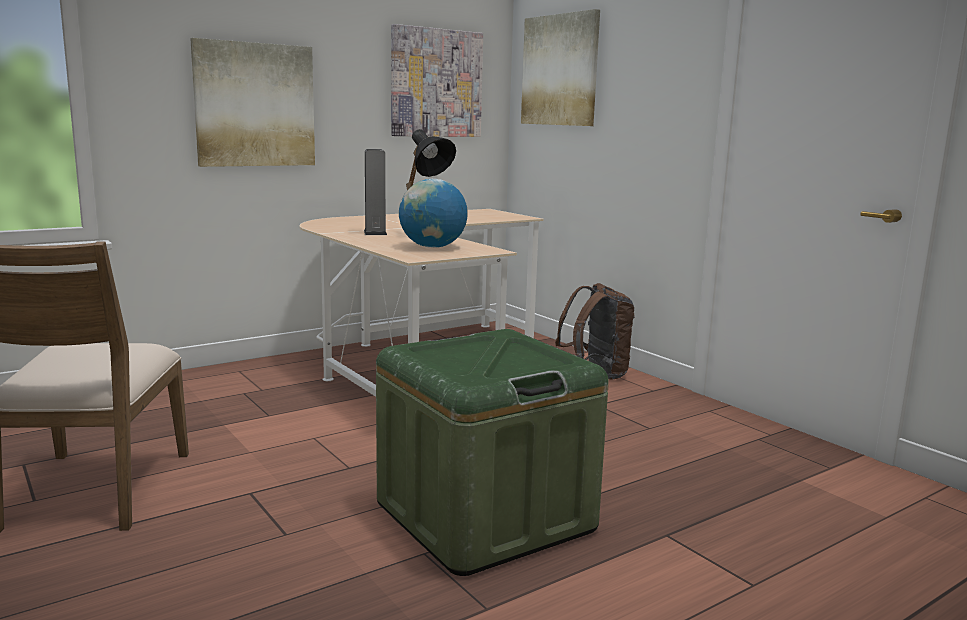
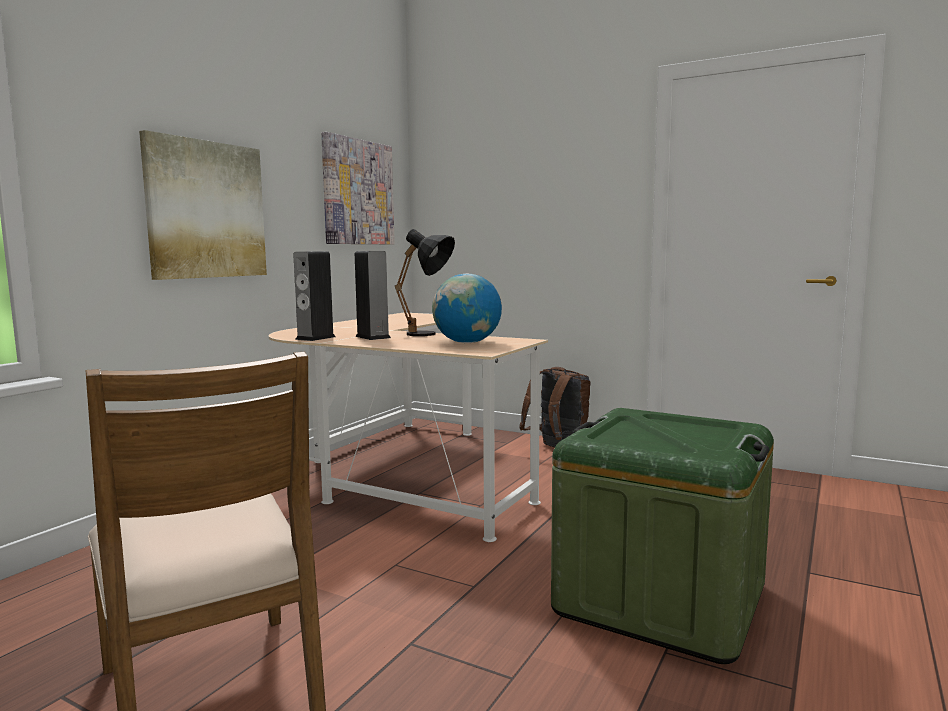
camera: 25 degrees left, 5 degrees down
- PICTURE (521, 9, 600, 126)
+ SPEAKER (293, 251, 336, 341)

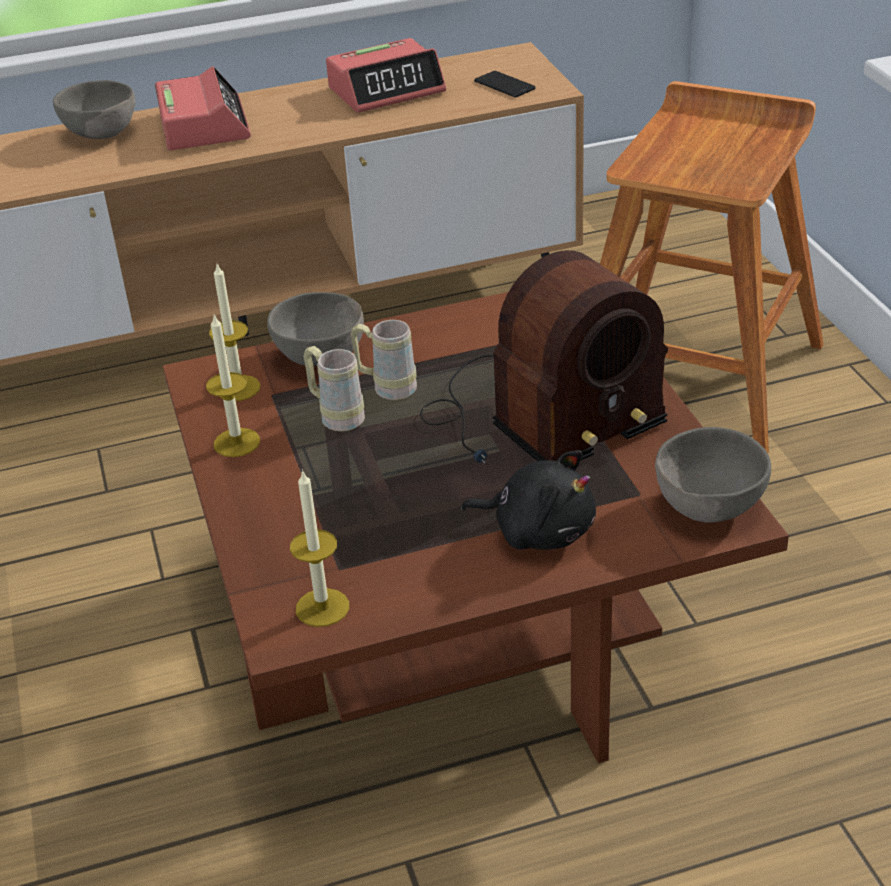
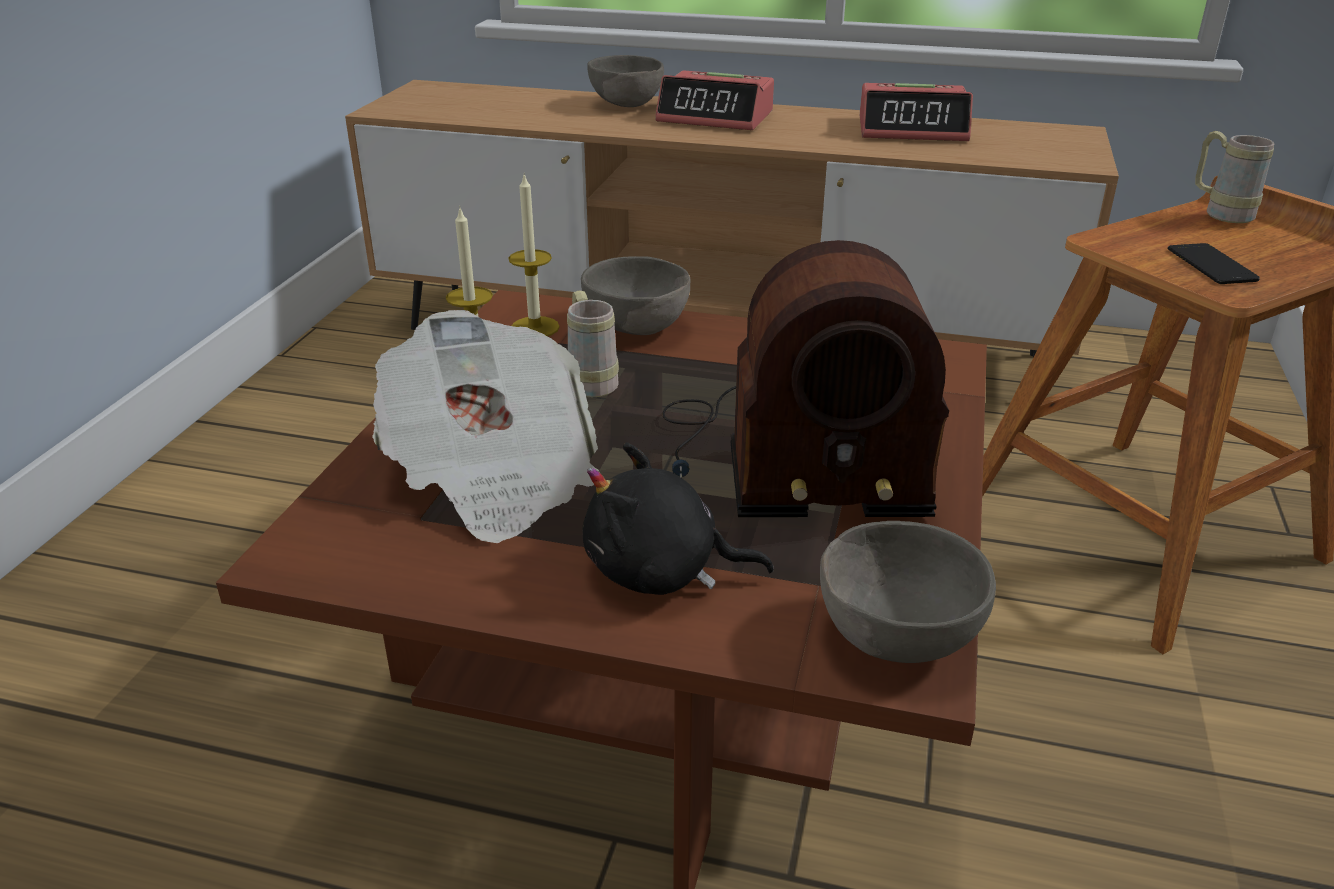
camera: 30 degrees right, 5 degrees down
- CANDLE (290, 469, 349, 627)
+ NEWSPAPER (372, 310, 600, 543)
~ BEIGE MUG (351, 320, 417, 400) to (1195, 131, 1274, 223)
~ PHONE (474, 71, 535, 97) to (1168, 243, 1260, 284)
~ ALARM CLOCK (155, 66, 251, 150) = (655, 70, 774, 130) 90 degrees clockwise
~ BLACK PLUSH TOY (461, 450, 596, 550) = (582, 442, 774, 595) 135 degrees clockwise

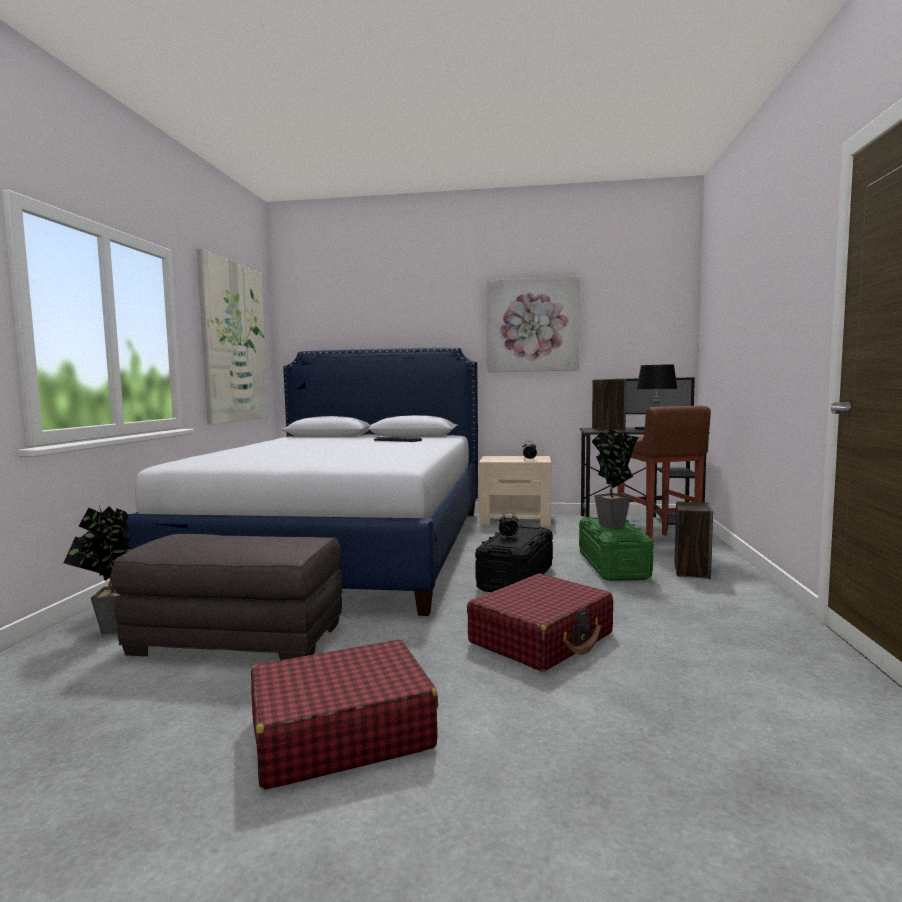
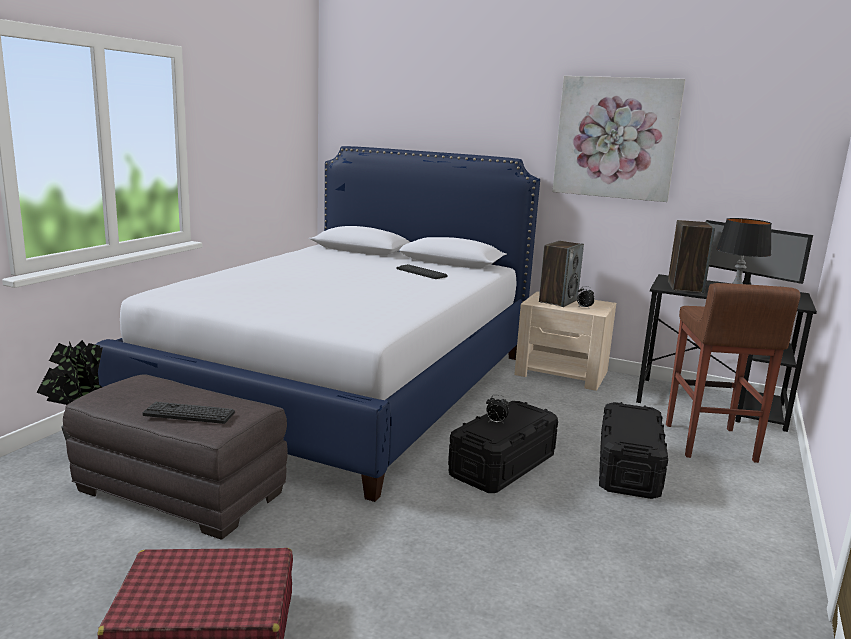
camera: 15 degrees right, 10 degrees up
- PICTURE (197, 248, 269, 425)
- RED SUITCASE (467, 573, 613, 672)
- POTTED PLANT (591, 429, 638, 529)
+ KEYBOARD (142, 402, 235, 424)
~ SPEAKER (675, 502, 713, 579) to (539, 241, 584, 307)
~ GREEN STORAGE BOX (579, 517, 654, 581) to BLACK STORAGE BOX (599, 402, 668, 499)

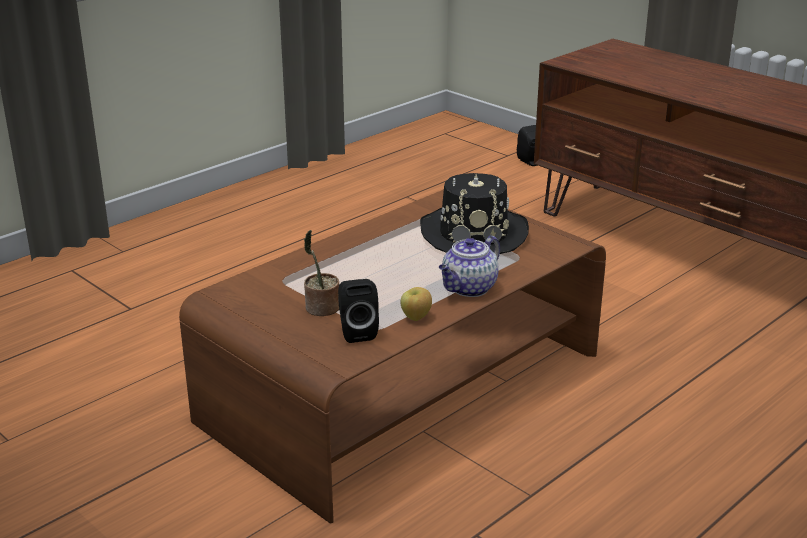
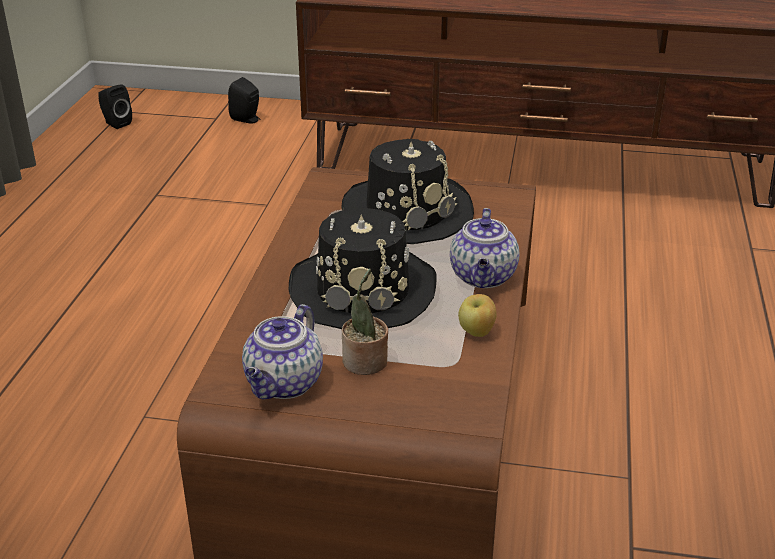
camera: 35 degrees left, 5 degrees up
+ TEAPOT (242, 304, 323, 399)
+ BLACK HAT (289, 208, 437, 329)
~ BLACK SPEAKER (338, 279, 379, 343) to (98, 84, 132, 129)

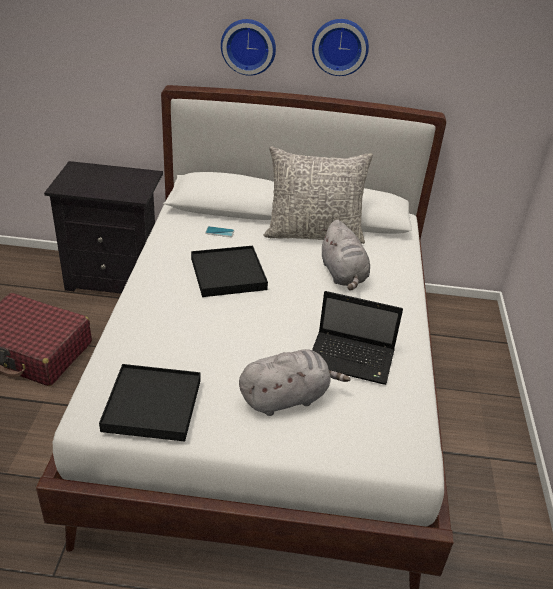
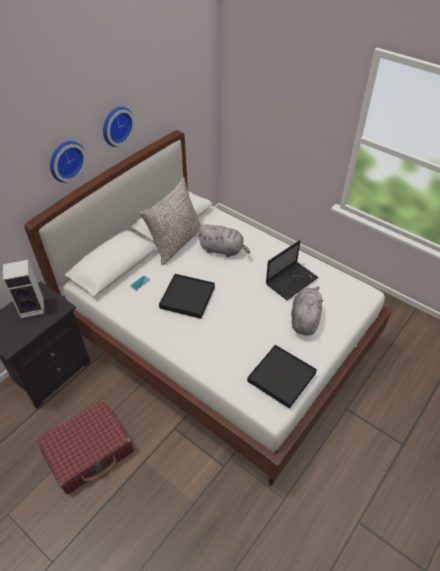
camera: 55 degrees left, 10 degrees up
+ SPEAKER (3, 260, 44, 318)

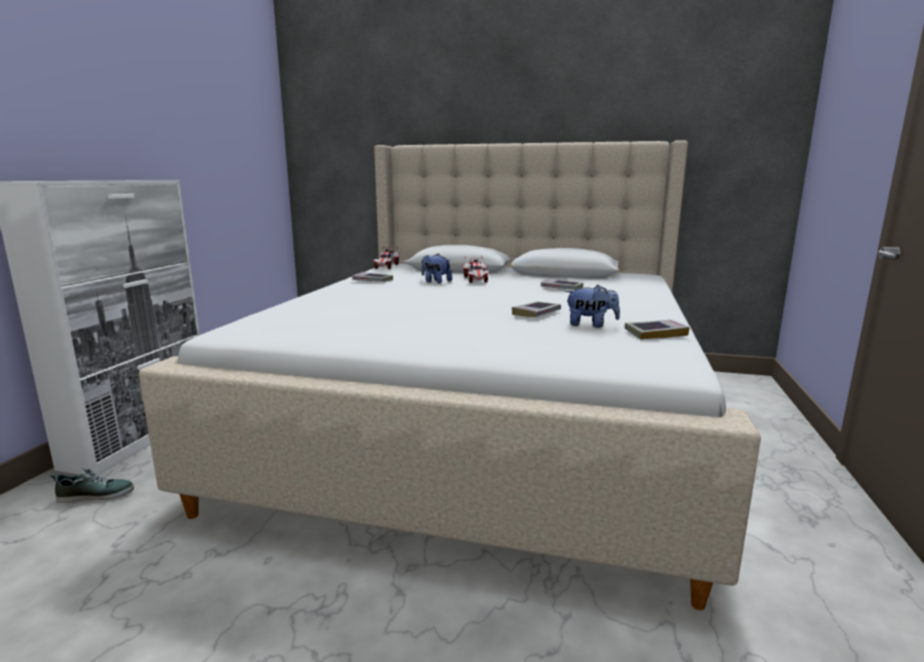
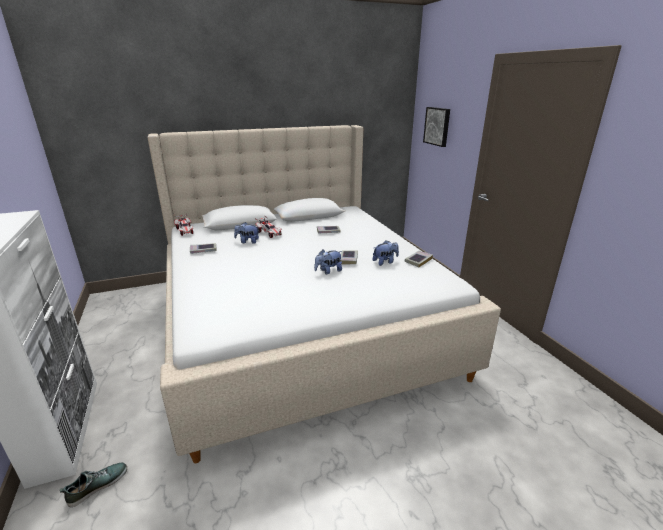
camera: 35 degrees left, 10 degrees up
+ PLUSH TOY (314, 249, 342, 274)
+ PICTURE (423, 107, 450, 147)

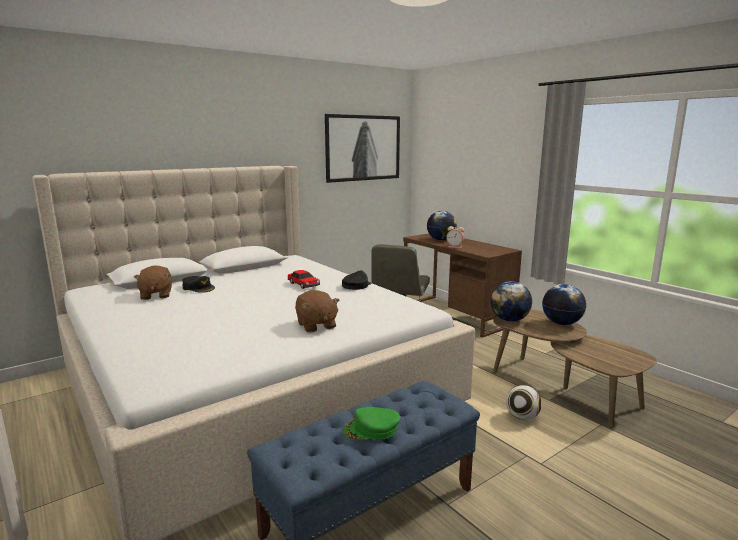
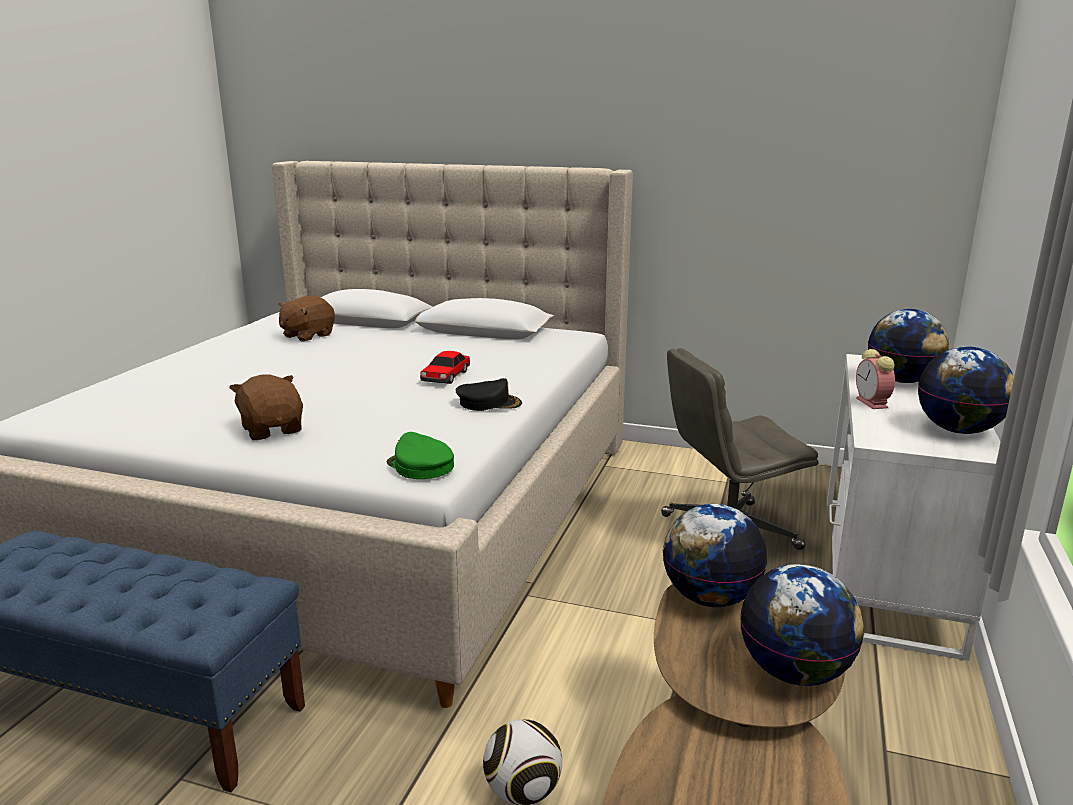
camera: 55 degrees right, 5 degrees up
- BLACK CAP (182, 276, 215, 293)
- PICTURE (325, 114, 400, 183)
+ GLOBE (918, 347, 1014, 434)
~ GREEN CAP (343, 407, 400, 440) to (387, 432, 454, 479)
~ BROWN DESK (403, 233, 522, 338) to WHITE DESK (827, 354, 1001, 661)
~ BROWN PLUSH TOY (295, 290, 340, 333) = (229, 374, 303, 440) 120 degrees clockwise

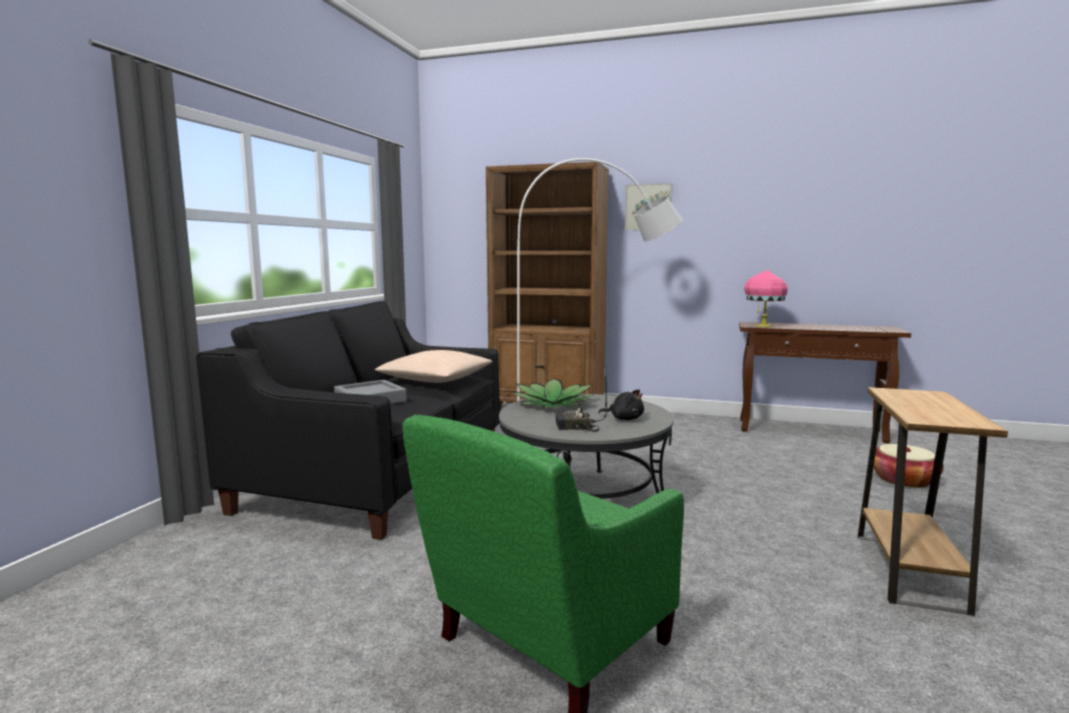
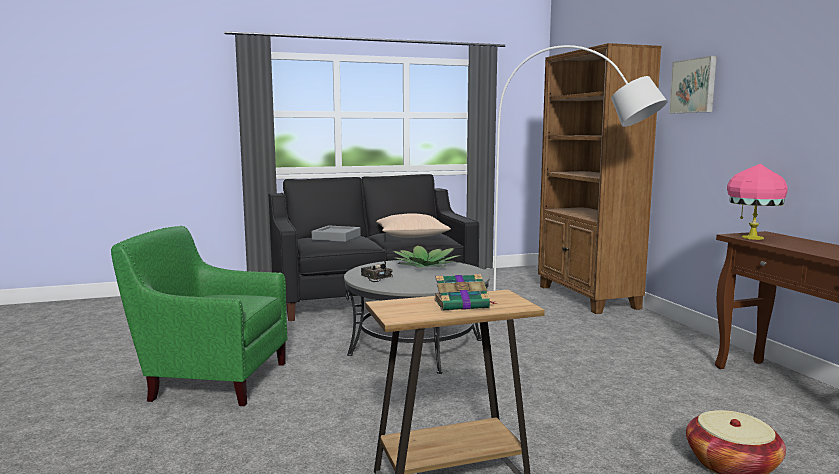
camera: 55 degrees right, 0 degrees up
- BLACK PLUSH TOY (598, 389, 644, 420)
+ BOOK (434, 274, 497, 311)

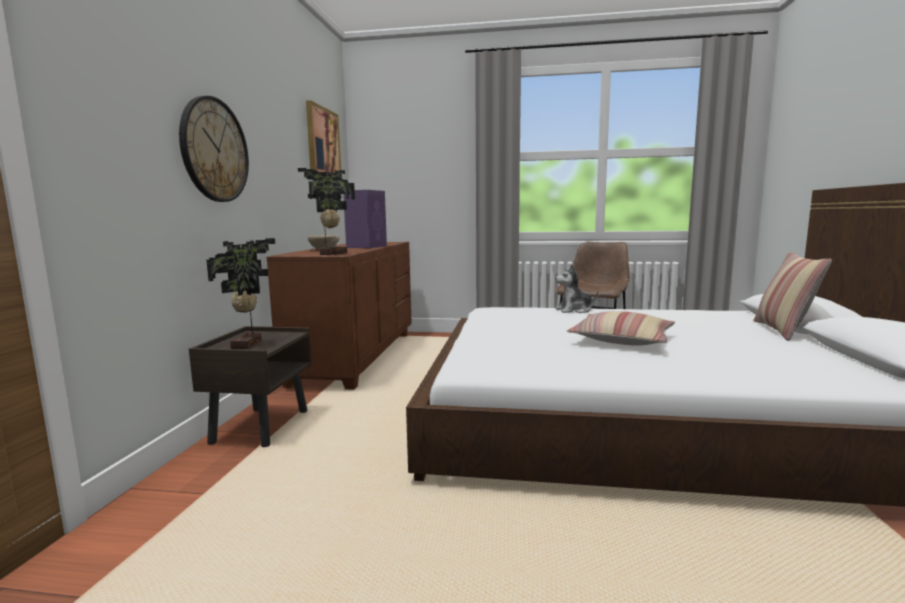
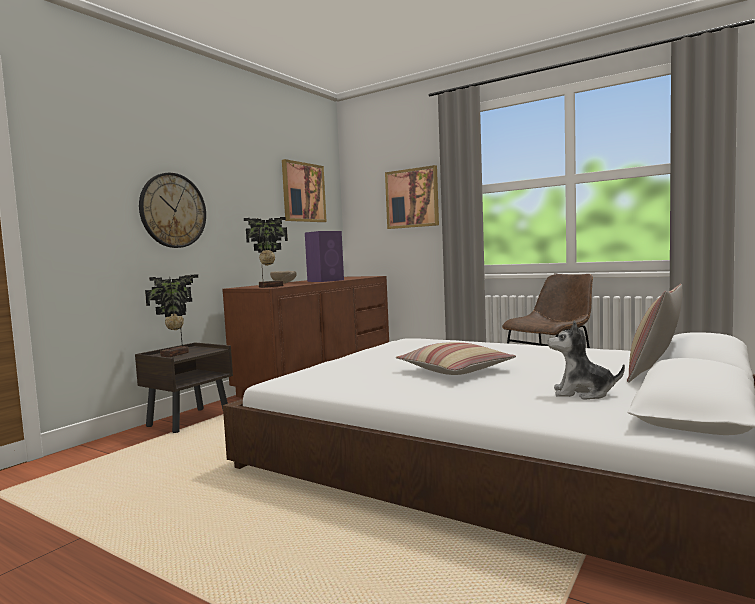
camera: 25 degrees right, 5 degrees down
+ PICTURE (385, 165, 439, 229)
~ PLUSH TOY (555, 264, 598, 313) to (548, 320, 625, 399)

